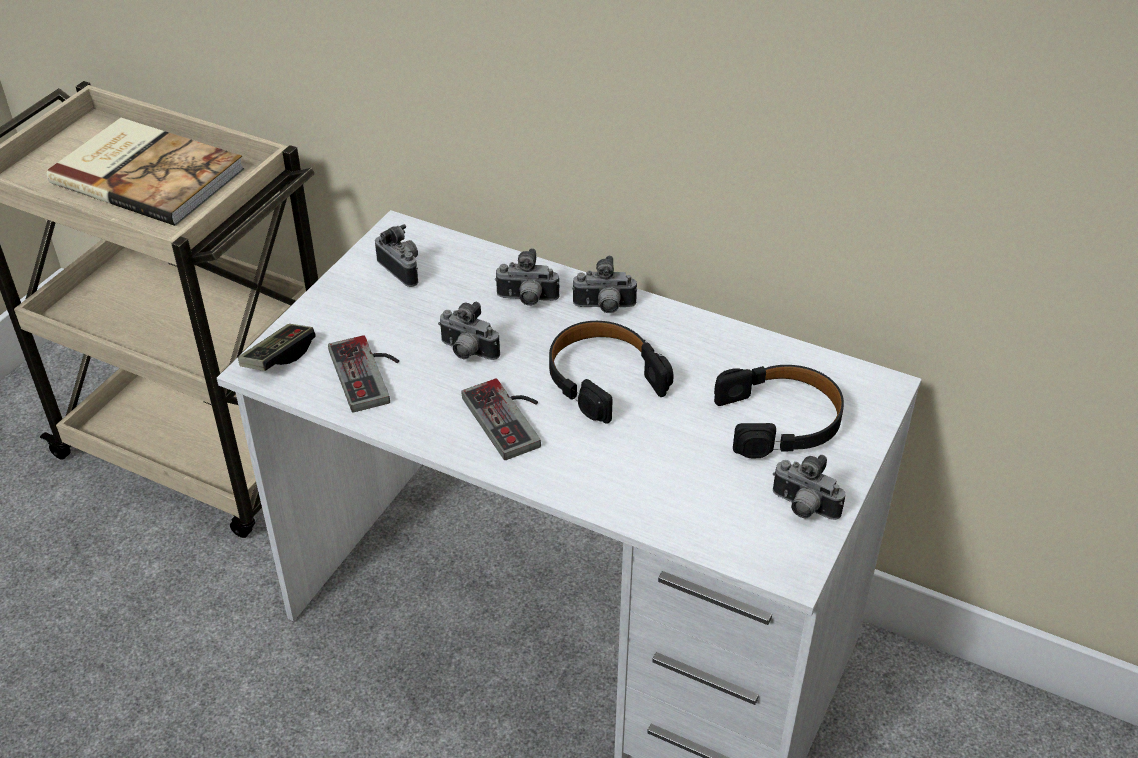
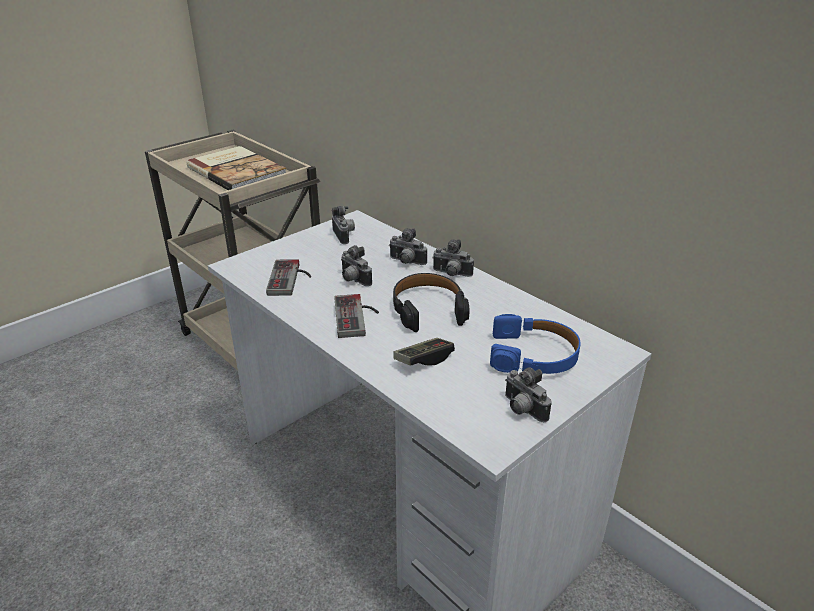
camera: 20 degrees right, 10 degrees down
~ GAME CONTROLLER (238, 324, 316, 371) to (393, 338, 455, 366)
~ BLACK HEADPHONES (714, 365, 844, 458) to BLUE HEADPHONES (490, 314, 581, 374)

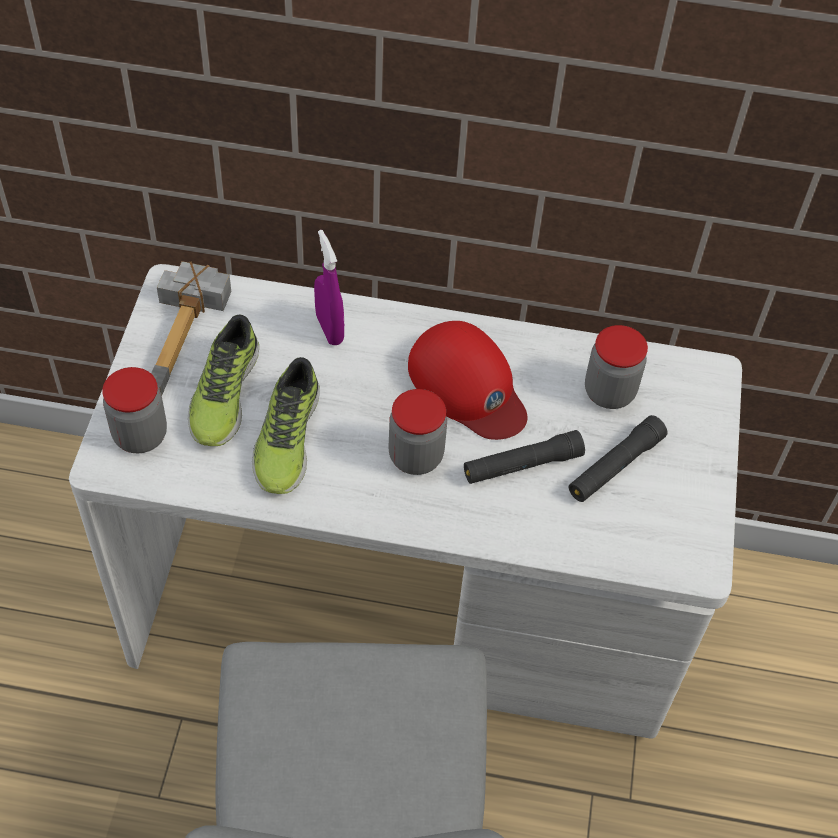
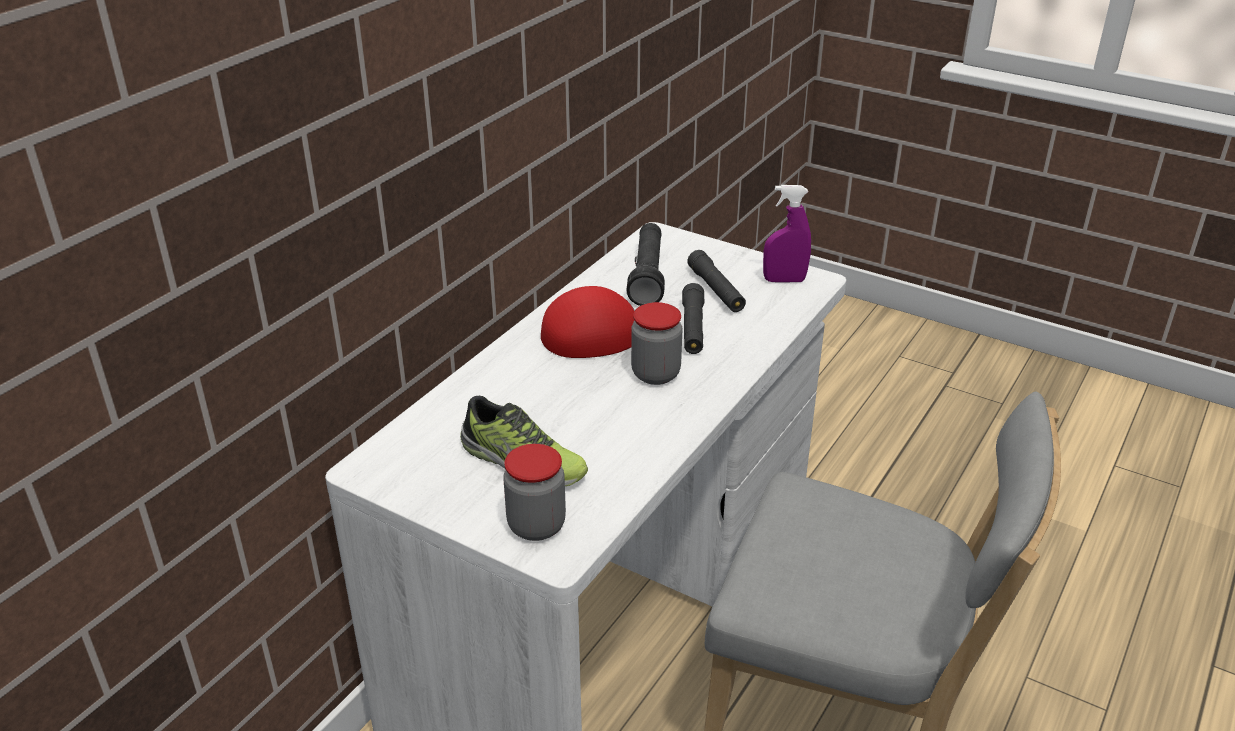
camera: 65 degrees left, 20 degrees down
- HAMMER (151, 261, 231, 395)
- SHOE (252, 357, 320, 494)
~ PURPLE SPRAY BOTTLE (314, 230, 344, 345) to (763, 185, 811, 283)
~ JAR (585, 325, 648, 409) to BLACK FLASHLIGHT (626, 223, 665, 306)

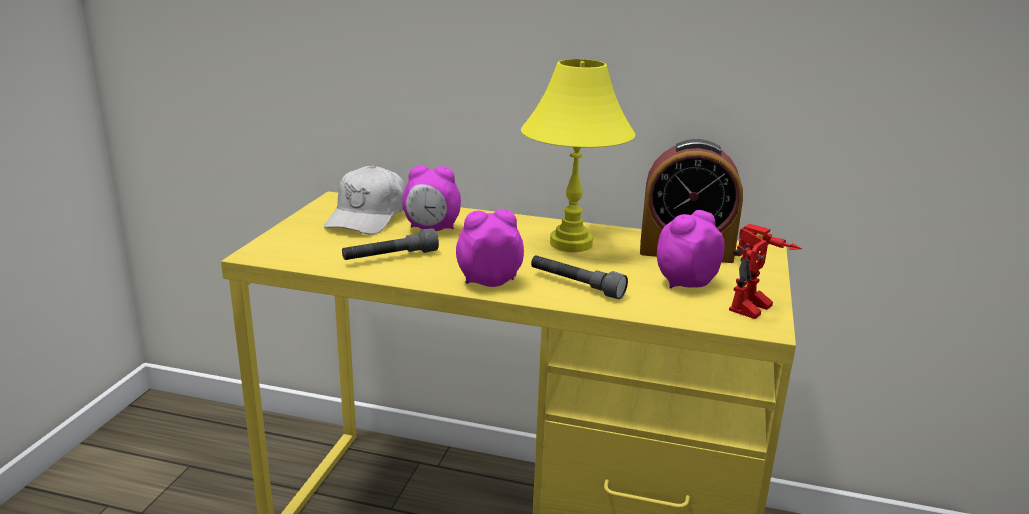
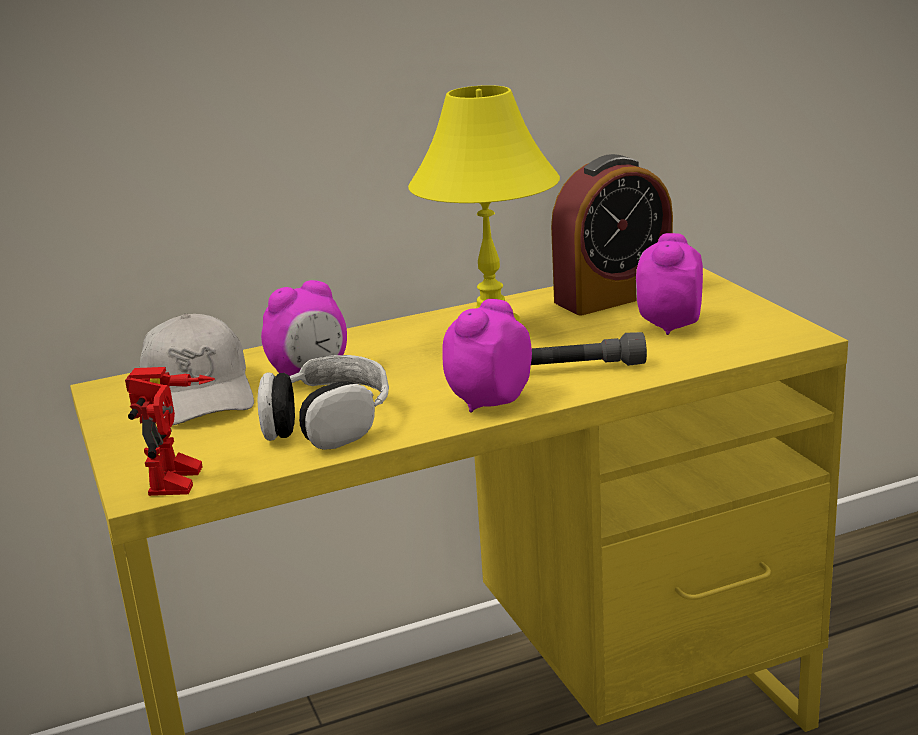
camera: 35 degrees left, 0 degrees up
~ TOY ROBOT (729, 224, 802, 319) to (125, 367, 215, 496)
~ GREY FLASHLIGHT (342, 228, 439, 260) to HEADPHONES (257, 355, 389, 450)

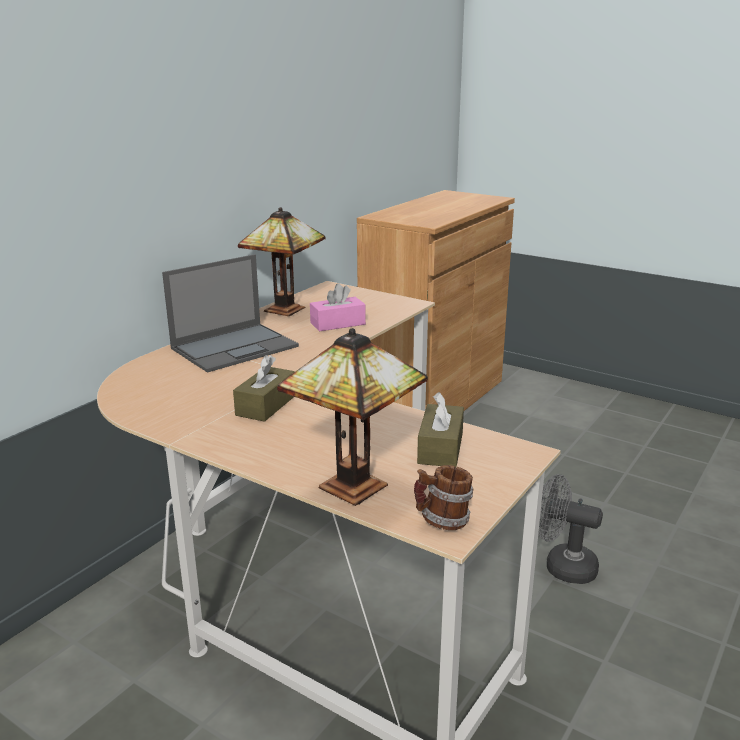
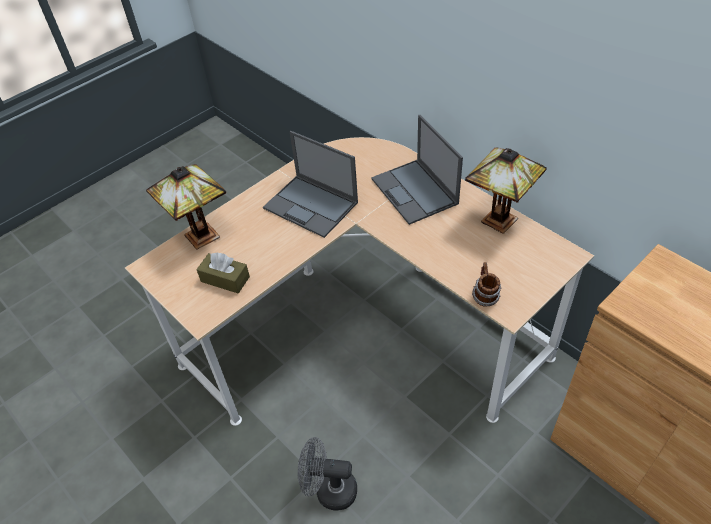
camera: 105 degrees right, 25 degrees up
- PINK TISSUE BOX (310, 284, 366, 331)
~ MUG (414, 465, 473, 530) to (472, 262, 502, 307)
~ BROWN TISSUE BOX (233, 355, 295, 422) to LAPTOP (263, 131, 358, 238)
~ GREY FAN (538, 474, 603, 584) = (298, 437, 357, 511) 120 degrees counterclockwise

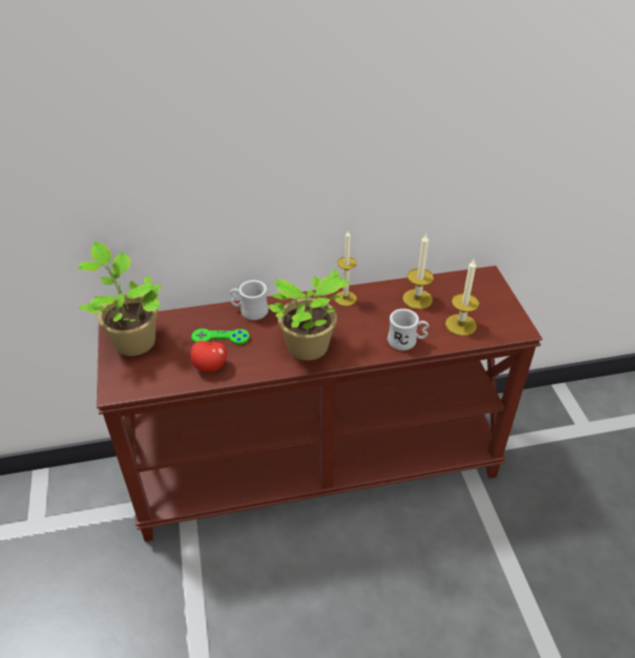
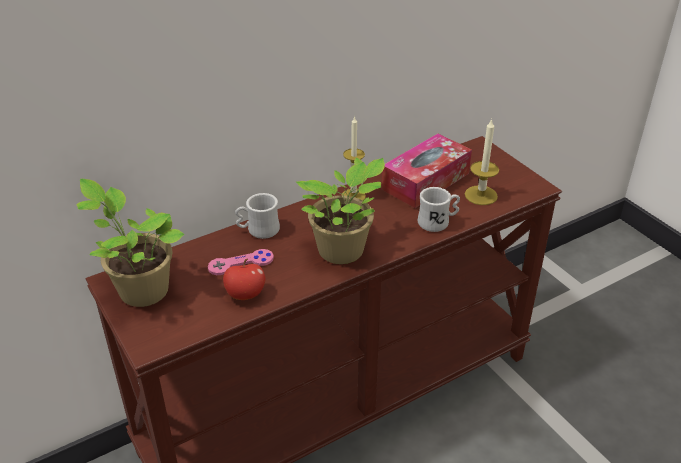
camera: 20 degrees left, 5 degrees down
~ CANDLE (403, 234, 434, 309) to TISSUE BOX (381, 134, 472, 208)
~ GREEN GAME CONTROLLER (191, 328, 249, 345) to PINK GAME CONTROLLER (208, 249, 274, 275)

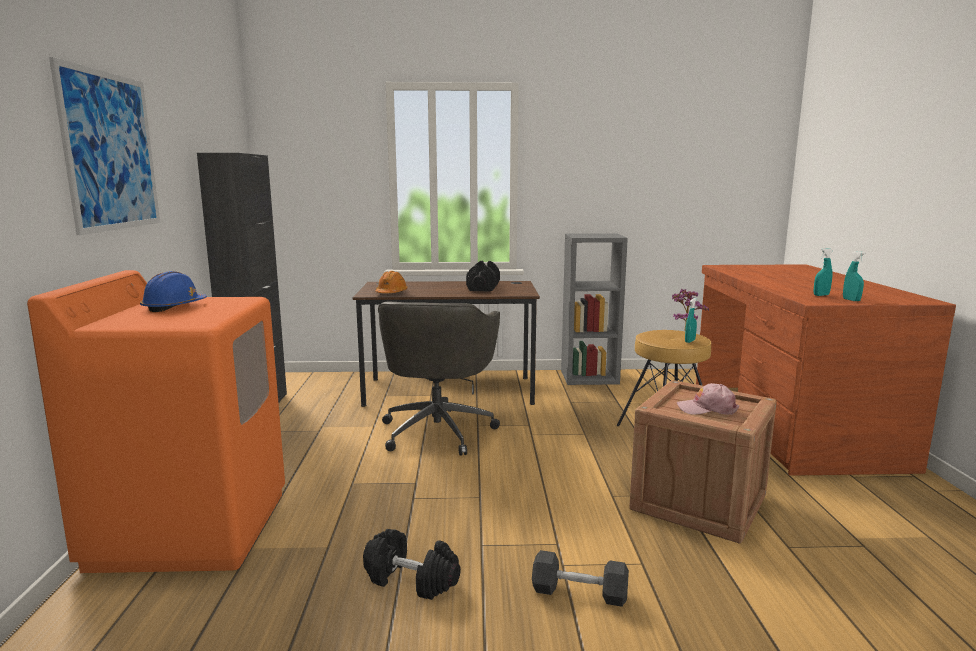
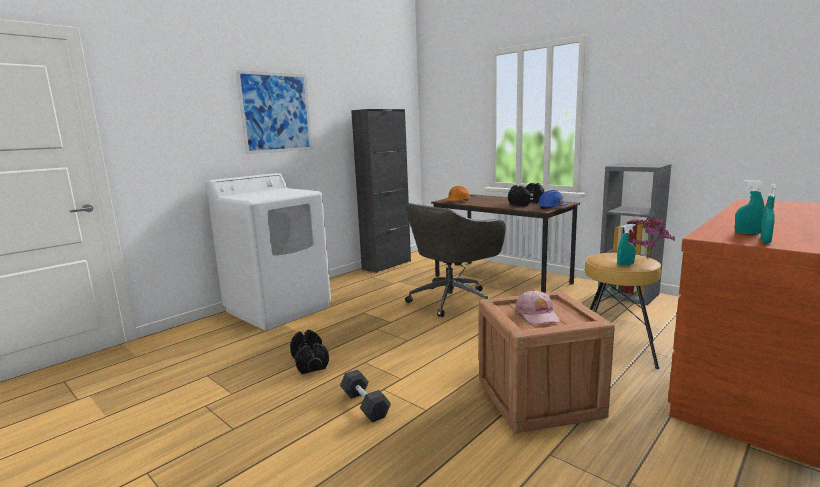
camera: 45 degrees right, 0 degrees up
~ BLUE HARD HAT (140, 271, 207, 312) to (537, 190, 568, 209)
~ ORANGE WASHING MACHINE (27, 270, 285, 573) to WHITE WASHING MACHINE (206, 173, 331, 330)
~ PINK CAP (677, 383, 739, 415) = (515, 289, 560, 325) 150 degrees counterclockwise

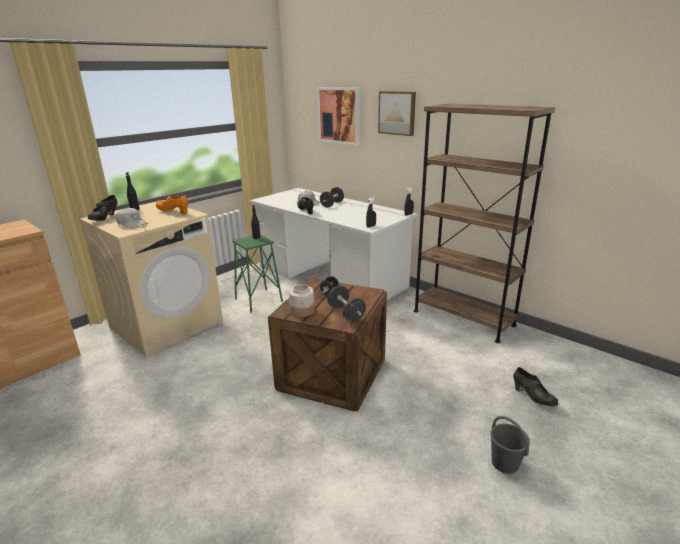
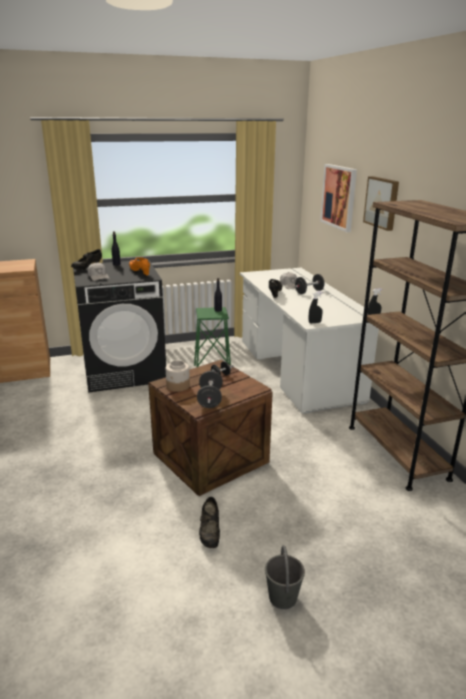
camera: 30 degrees right, 0 degrees up
~ BLACK SHOE (513, 367, 558, 406) to (199, 497, 220, 548)
~ BEIGE WASHING MACHINE (80, 200, 223, 357) to BLACK WASHING MACHINE (73, 260, 166, 393)

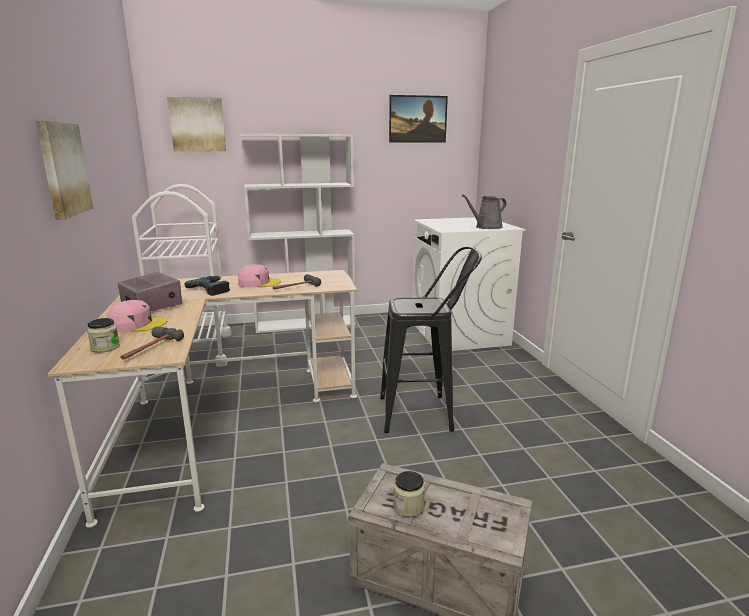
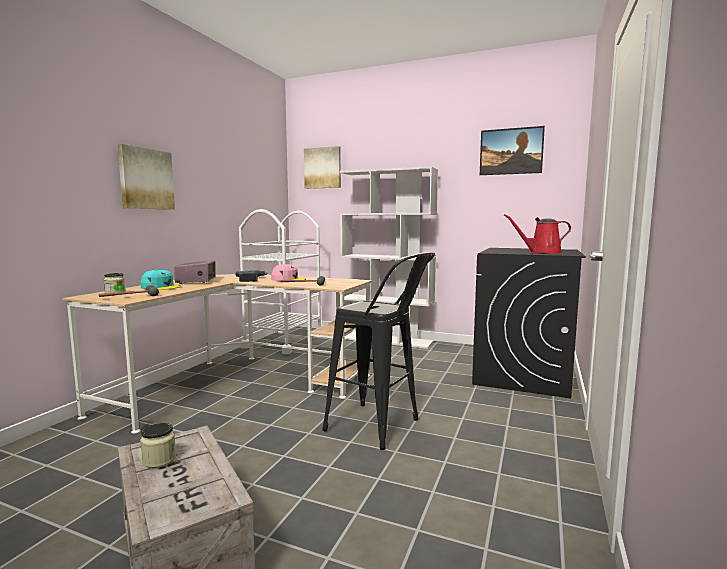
camera: 35 degrees right, 10 degrees down
~ PINK CAP (107, 300, 167, 332) to TURQUOISE CAP (141, 269, 181, 290)
~ WHITE WASHING MACHINE (412, 217, 526, 351) to BLACK WASHING MACHINE (472, 248, 586, 398)
~ GREY WATERING CAN (462, 194, 507, 229) to RED WATERING CAN (504, 214, 571, 254)

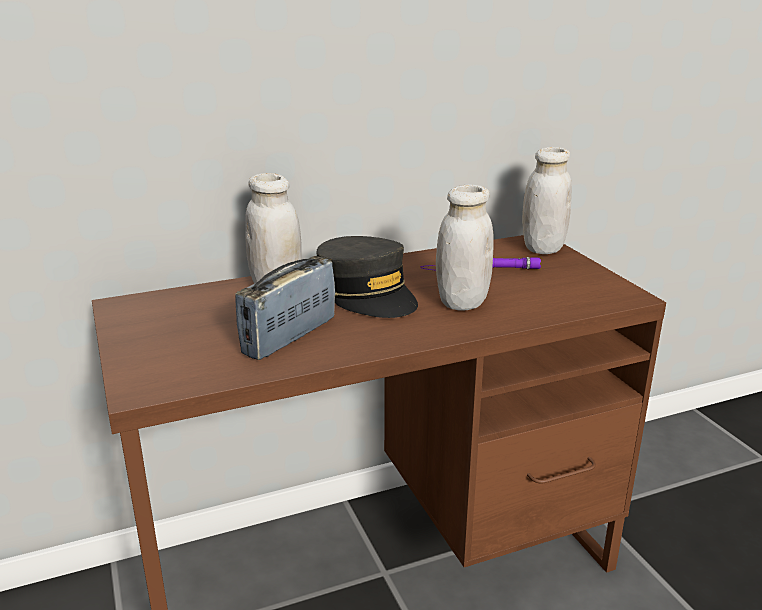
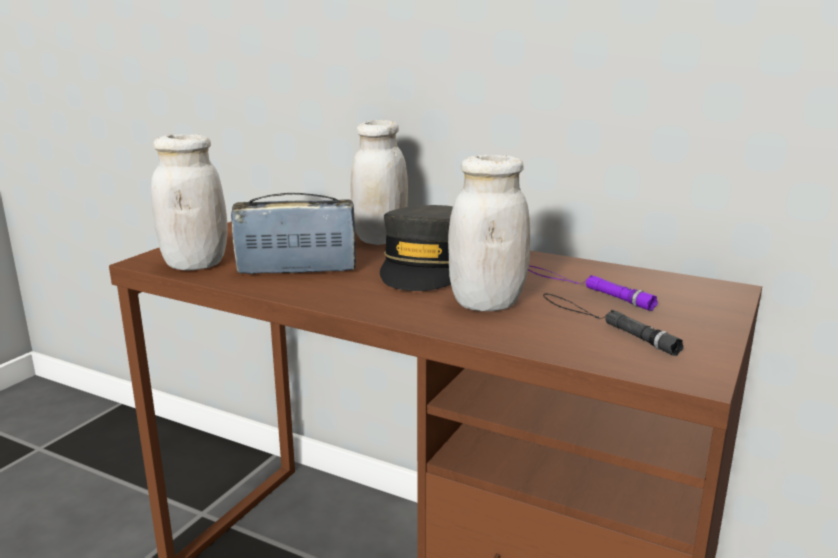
camera: 50 degrees right, 5 degrees down
+ BLACK FLASHLIGHT (543, 294, 684, 356)
~ WHITE JAR (522, 147, 572, 254) to (151, 134, 228, 271)

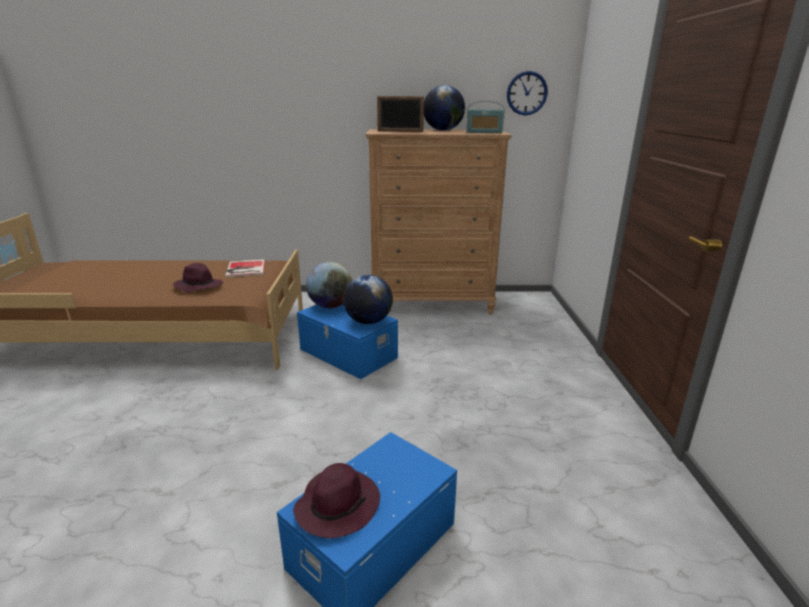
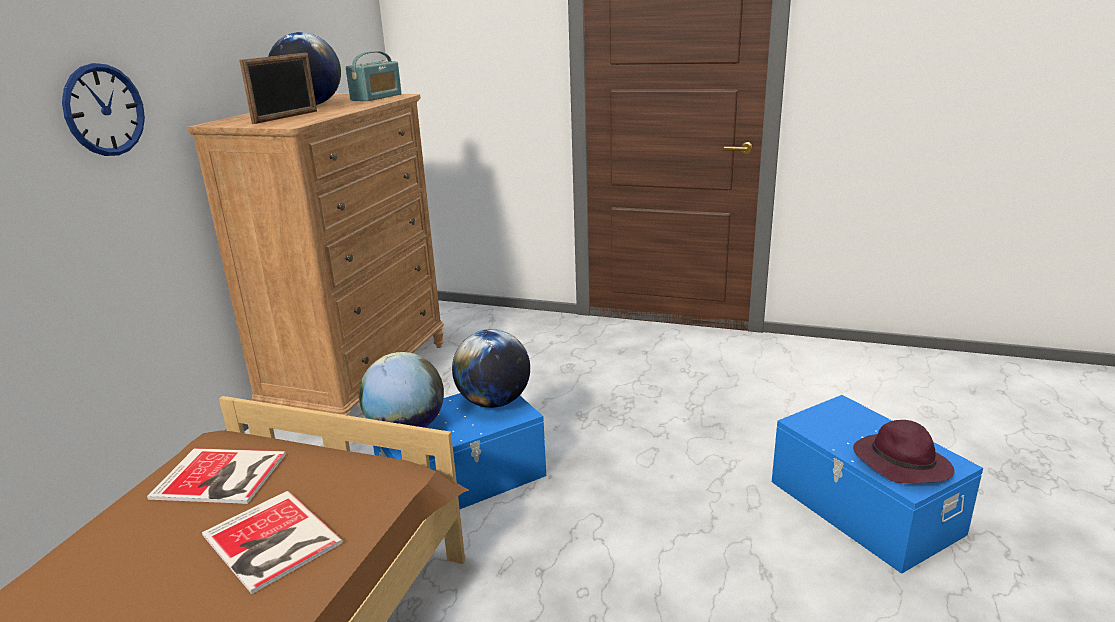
camera: 70 degrees left, 0 degrees up
~ WALL CLOCK (507, 71, 548, 115) to (62, 63, 145, 156)
~ PURPLE HAT (173, 263, 223, 293) to BOOK (202, 491, 343, 594)

